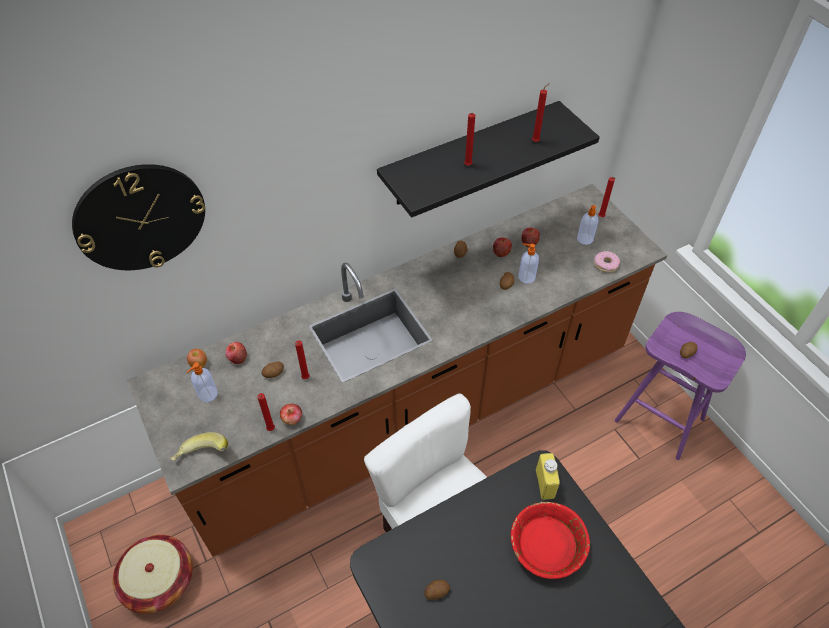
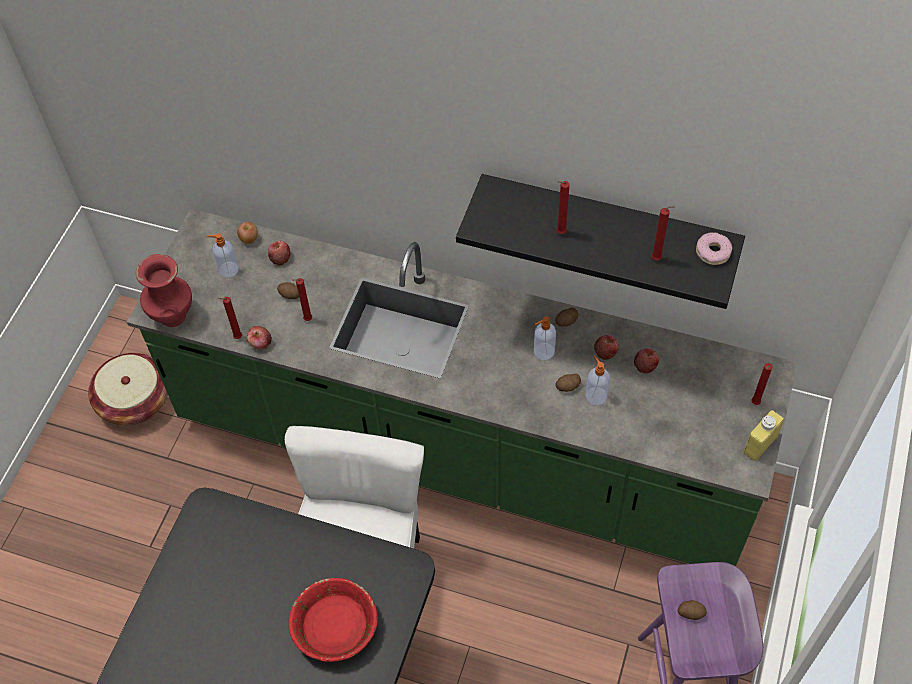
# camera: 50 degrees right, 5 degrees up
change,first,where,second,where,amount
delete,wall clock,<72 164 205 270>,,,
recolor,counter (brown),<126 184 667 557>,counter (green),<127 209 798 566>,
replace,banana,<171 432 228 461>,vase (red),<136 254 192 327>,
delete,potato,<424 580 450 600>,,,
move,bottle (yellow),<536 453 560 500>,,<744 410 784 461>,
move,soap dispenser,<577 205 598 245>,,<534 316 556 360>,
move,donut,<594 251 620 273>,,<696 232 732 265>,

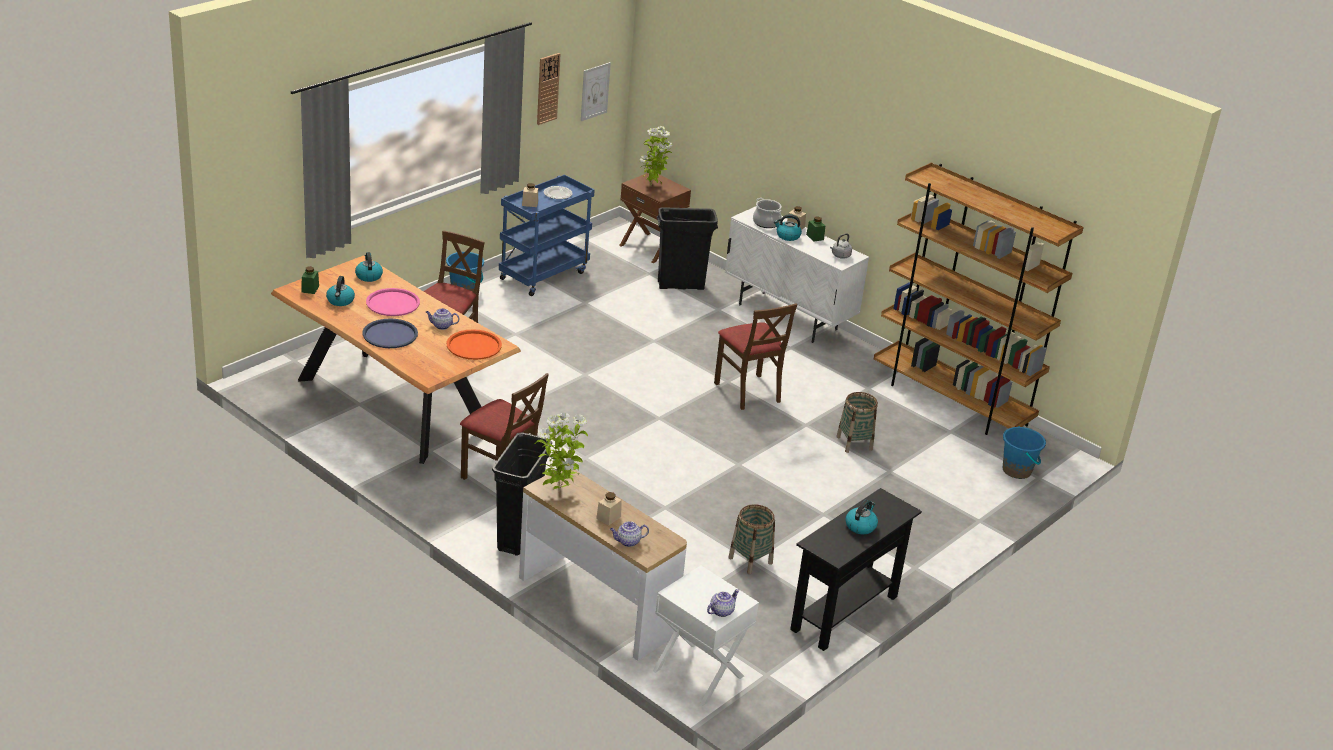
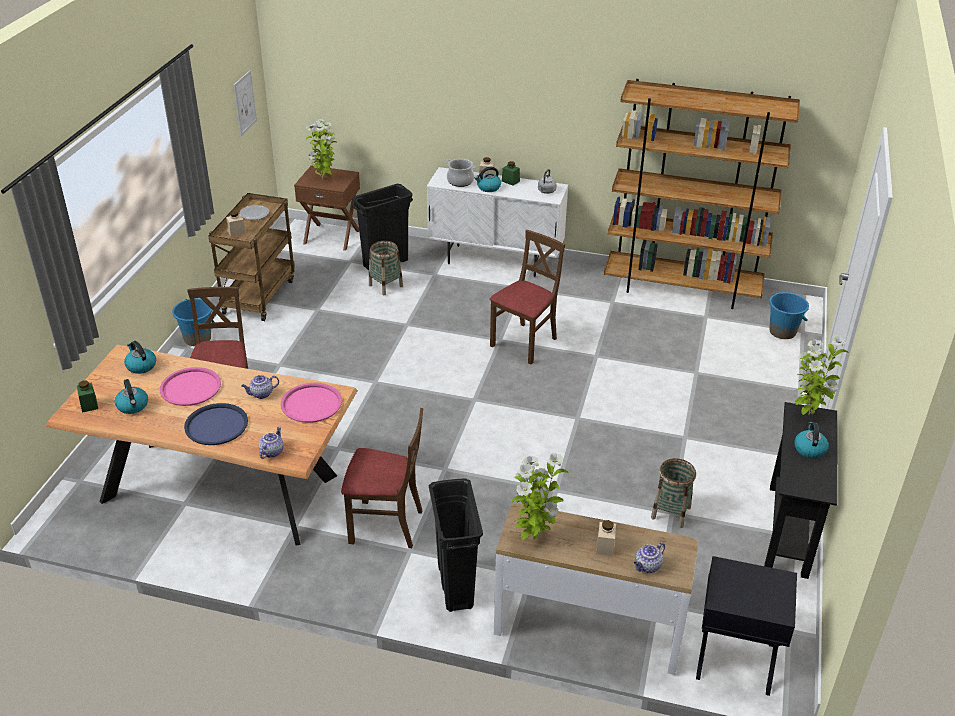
# camera: 25 degrees left, 5 degrees up
change,first,where,second,where,amount
recolor,tray (orange),<447 329 502 360>,tray (pink),<281 383 342 423>,
recolor,cart (blue),<499 174 595 296>,cart (brown),<209 193 295 321>,
delete,wall clock,<537 53 561 125>,,,
recolor,nightstand (white),<653 566 759 706>,nightstand (black),<696 556 797 696>,
move,teapot,<707 589 739 617>,,<259 426 284 459>,
rotate,chair (brown),<714 303 797 410>,,<489 230 565 365>,90 degrees counterclockwise
move,basket,<836 392 878 453>,,<369 241 403 295>,
insert,,,potted plant,<795 336 849 415>,

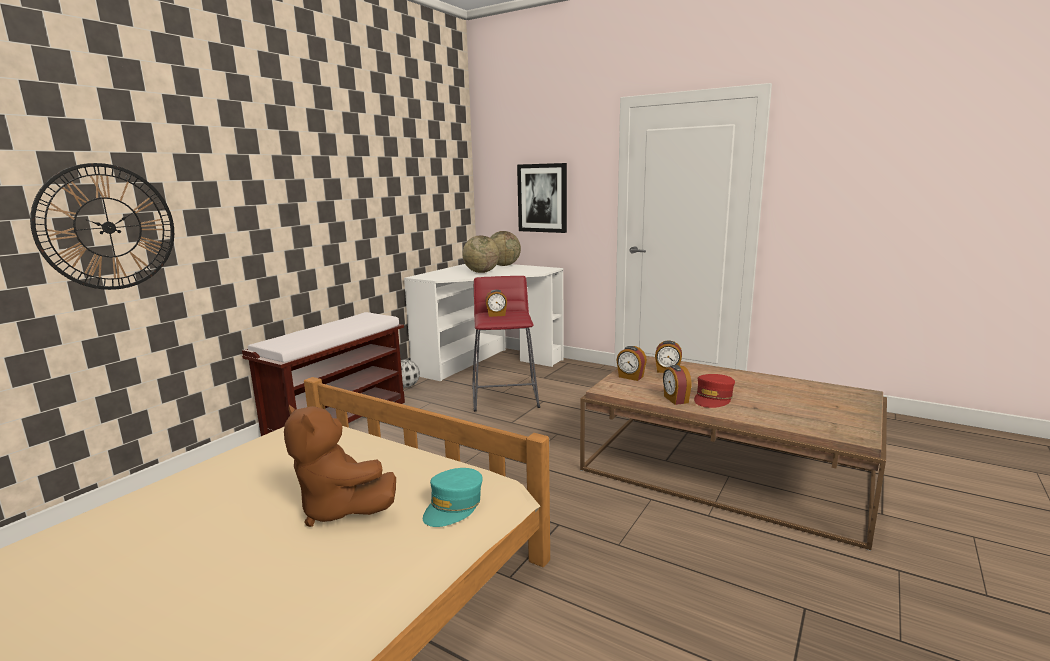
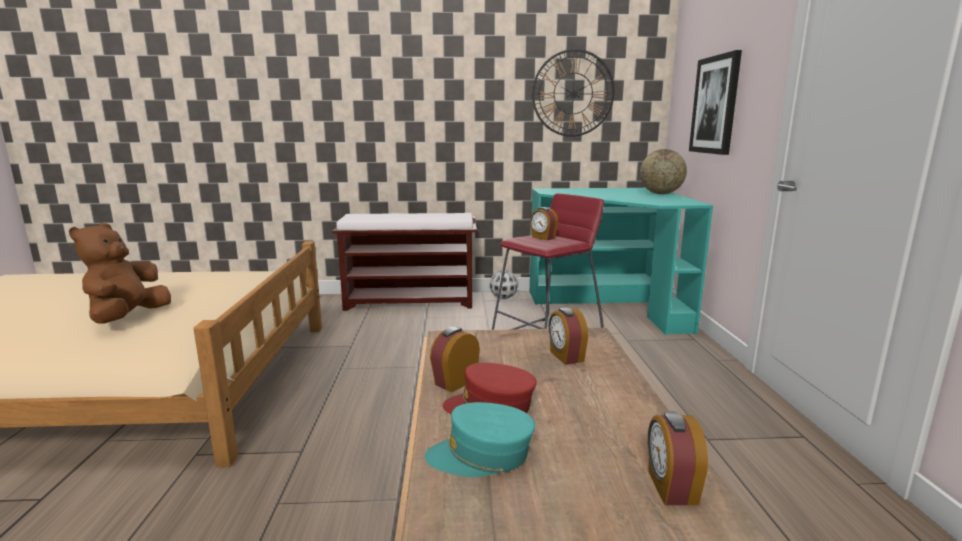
# camera: 55 degrees right, 0 degrees up
change,first,where,second,where,amount
move,wall clock,<30 163 174 290>,,<532 49 614 137>,
recolor,desk (white),<404 264 564 381>,desk (turquoise),<530 188 713 335>,
move,cap (turquoise),<423 468 483 527>,,<425 402 535 477>,
delete,globe,<462 235 500 273>,,,
move,alarm clock,<616 346 647 381>,,<648 411 708 505>,

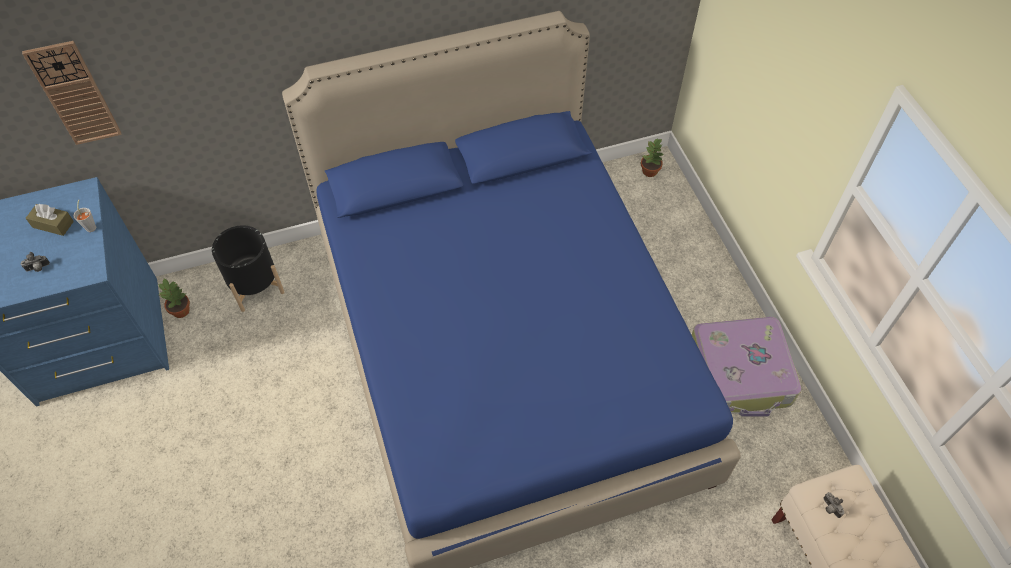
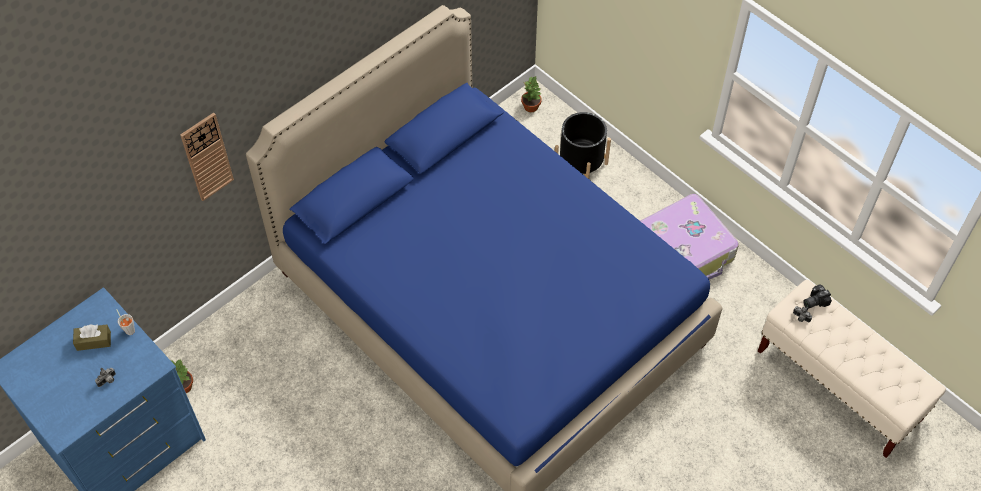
# camera: 25 degrees left, 0 degrees up
change,first,where,second,where,amount
move,wall clock,<22 41 121 145>,,<180 113 234 201>,
move,planter (black),<212 225 285 312>,,<555 112 611 179>,
insert,,,photo camera,<803 285 832 309>,

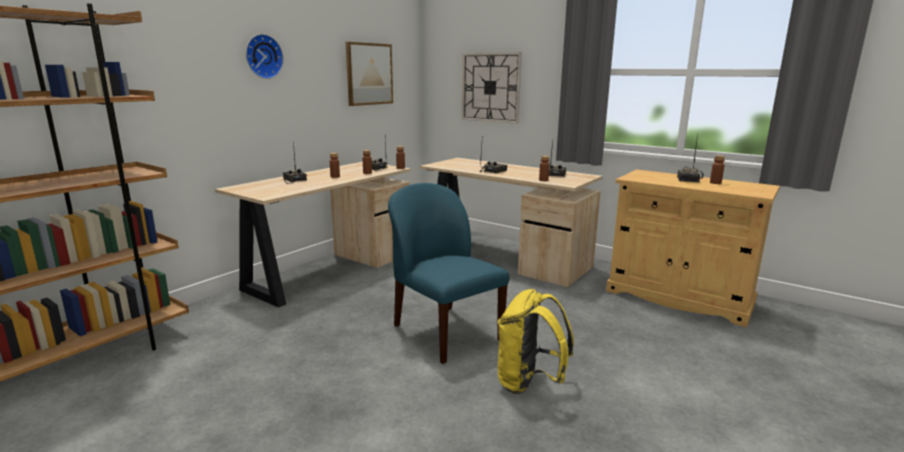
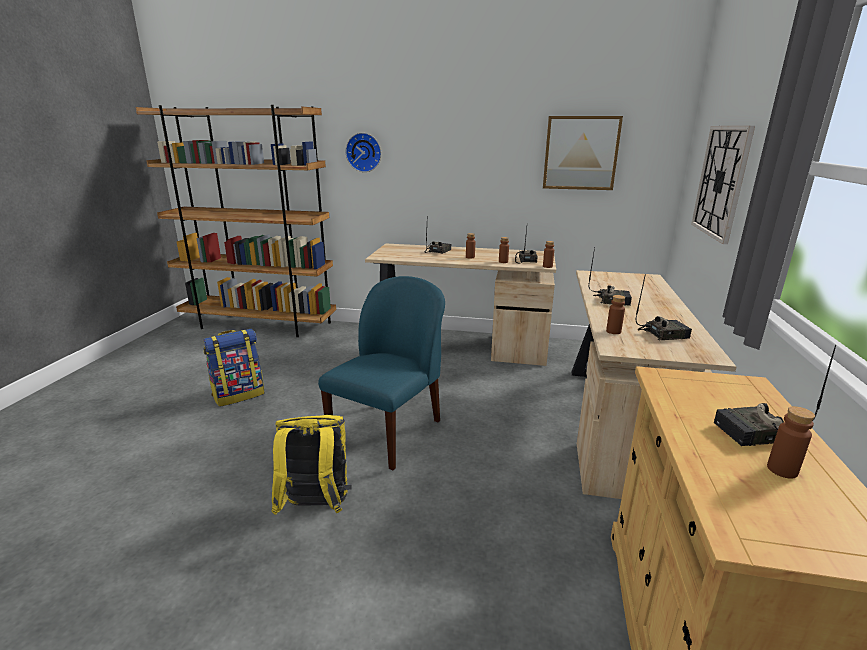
# camera: 65 degrees right, 5 degrees up
change,first,where,second,where,amount
move,wall clock,<246 34 284 79>,,<345 133 381 172>,
insert,,,backpack,<203 329 265 407>,

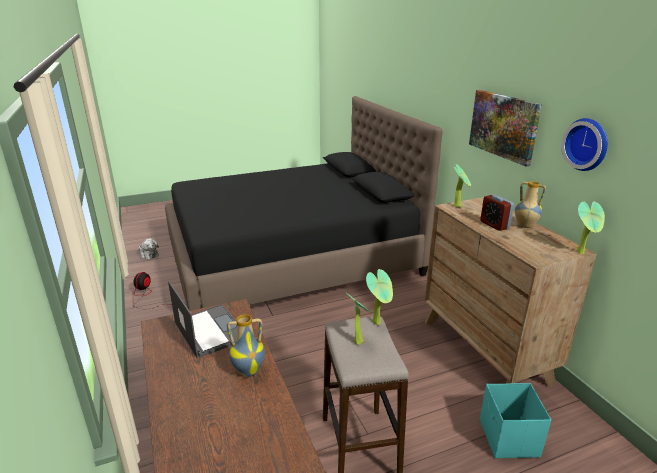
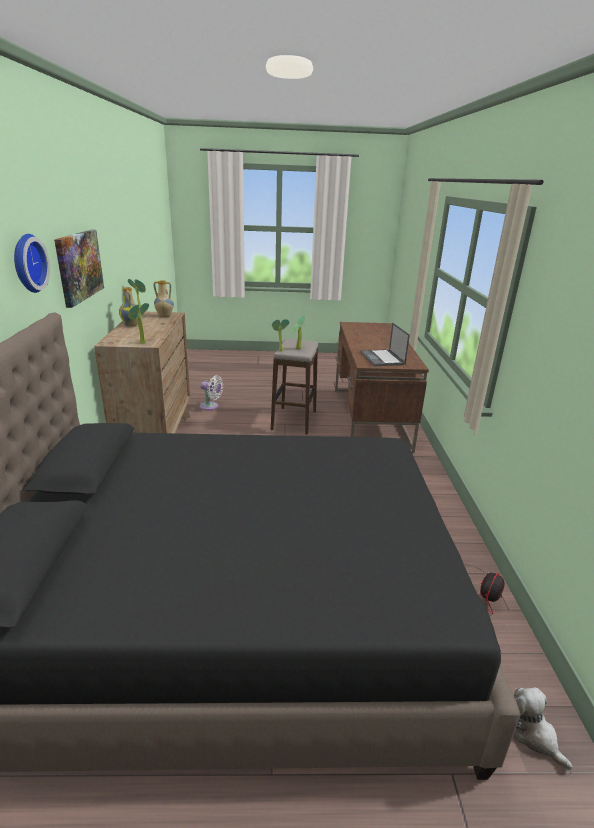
# camera: 160 degrees left, 0 degrees up
change,first,where,second,where,amount
move,vase,<227 314 265 377>,,<153 280 174 317>,
delete,alarm clock,<480 194 514 231>,,,
replace,storage box (turquoise),<480 383 551 458>,fan (white),<200 375 223 410>,
move,wall clock,<561 118 608 171>,,<14 234 50 293>,

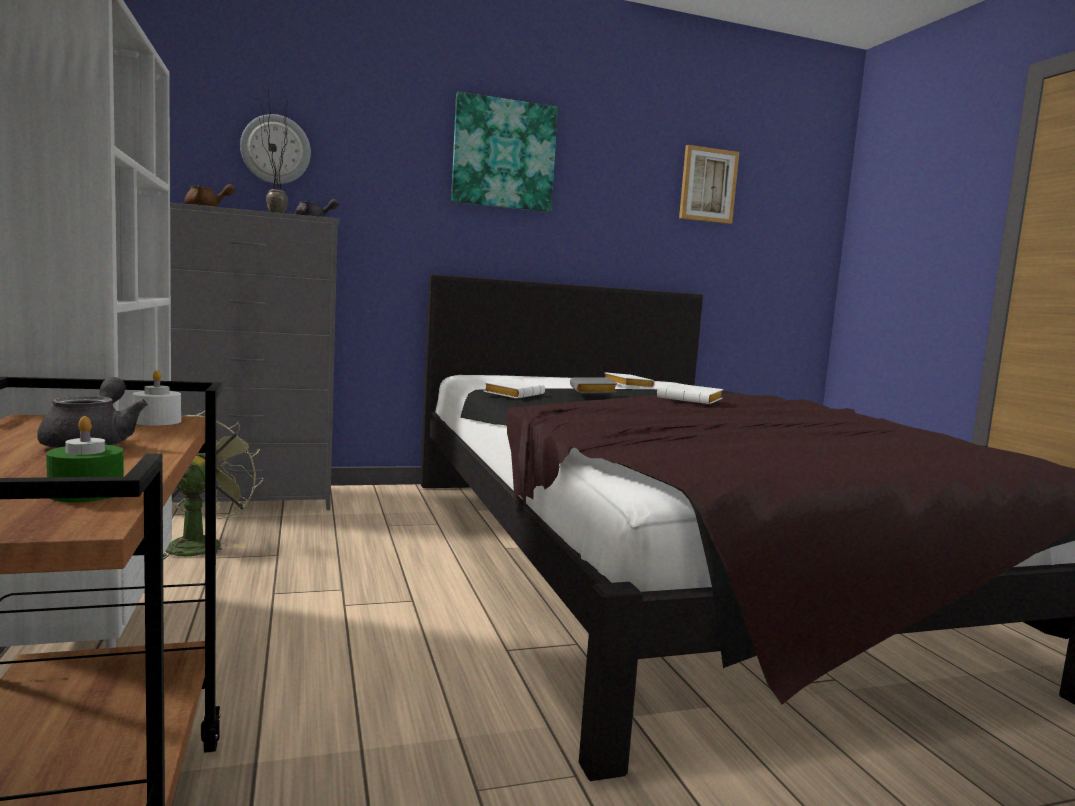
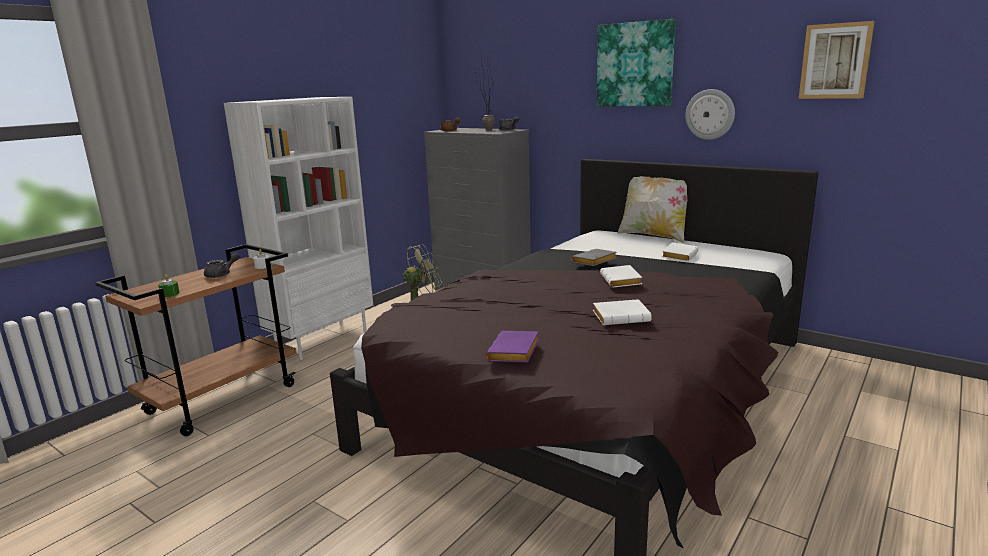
# camera: 55 degrees right, 10 degrees up
change,first,where,second,where,amount
move,wall clock,<240 114 311 184>,,<685 89 735 140>,
move,book (white),<483 379 545 398>,,<593 299 652 325>,
insert,,,book (purple),<486 331 539 363>,
insert,,,pillow,<617 176 688 243>,

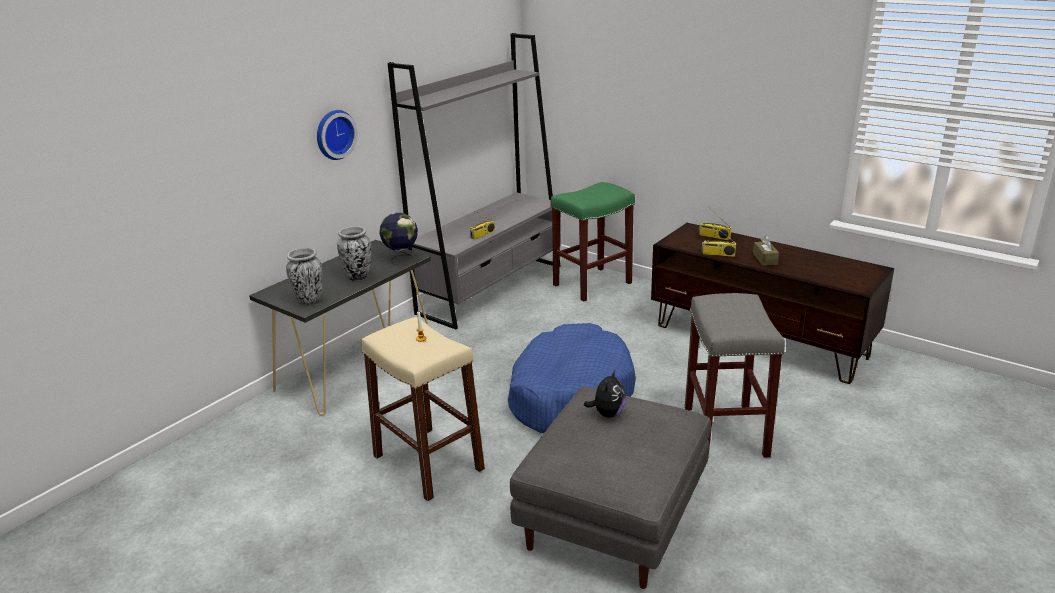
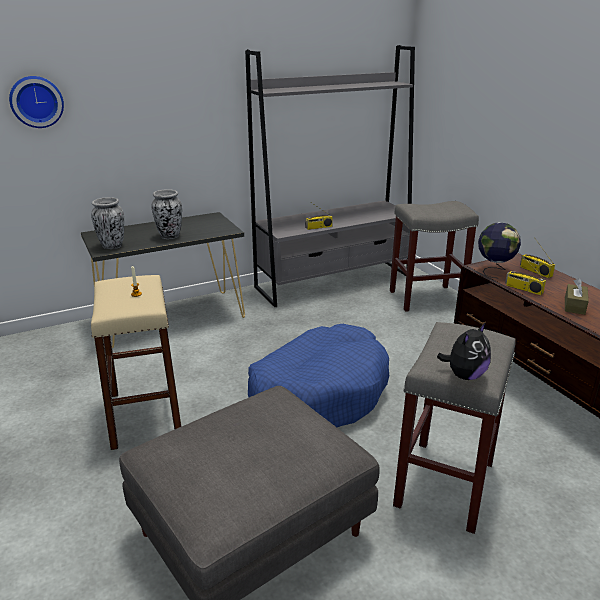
# camera: 25 degrees right, 0 degrees up
change,first,where,second,where,amount
move,wall clock,<317 110 358 160>,,<9 76 64 128>,
move,globe,<379 213 418 265>,,<478 223 521 278>,
recolor,stool (green),<551 182 635 301>,stool (grey),<390 201 479 312>,
move,plush toy,<584 370 626 418>,,<437 322 491 380>,

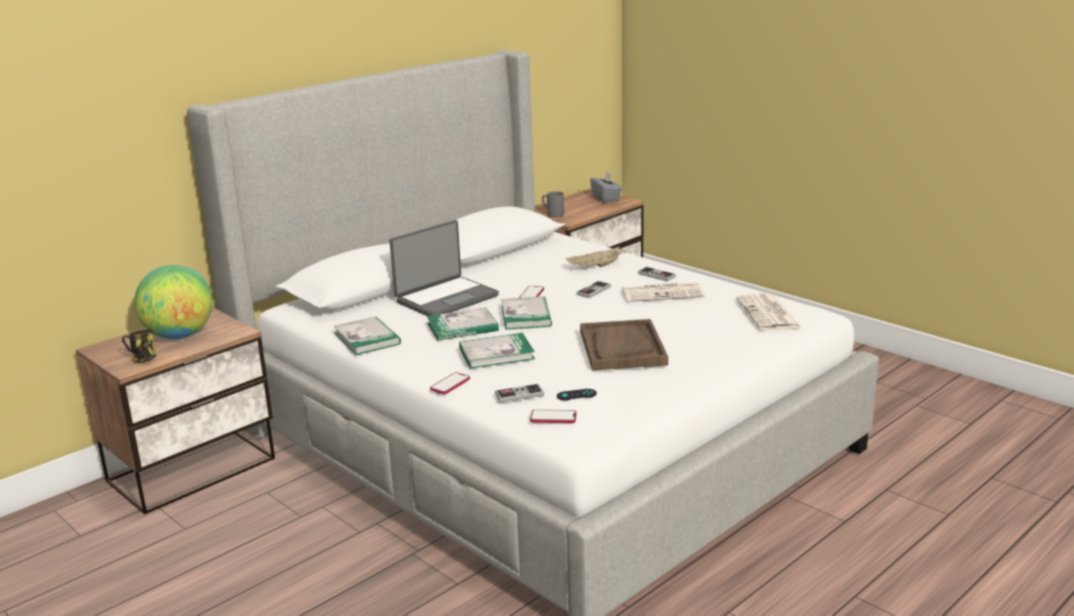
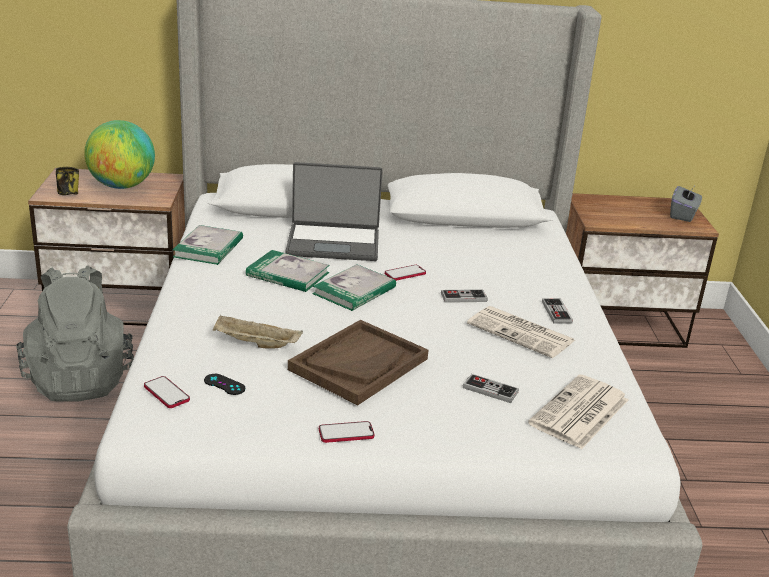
# camera: 40 degrees right, 5 degrees up
change,first,where,second,where,amount
move,phone,<430 372 470 394>,,<319 421 374 443>,
delete,book,<459 333 535 369>,,,
move,game controller,<495 384 544 403>,,<463 374 519 403>,
delete,mug (grey),<542 191 564 218>,,,
move,tray (beige),<565 246 626 267>,,<213 315 303 348>,
insert,,,backpack (grey),<16 266 134 401>,

